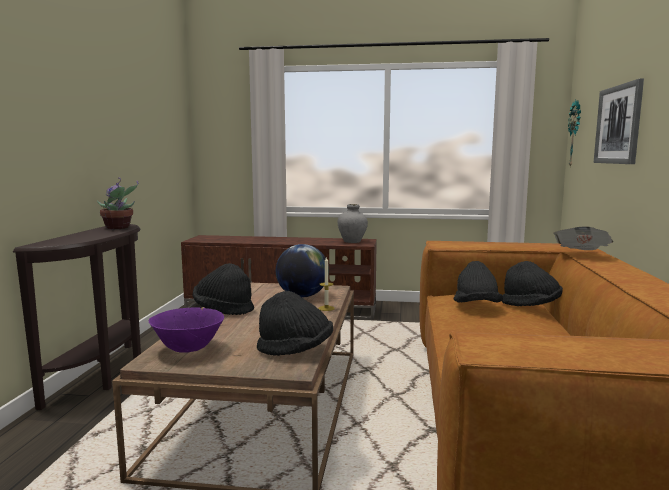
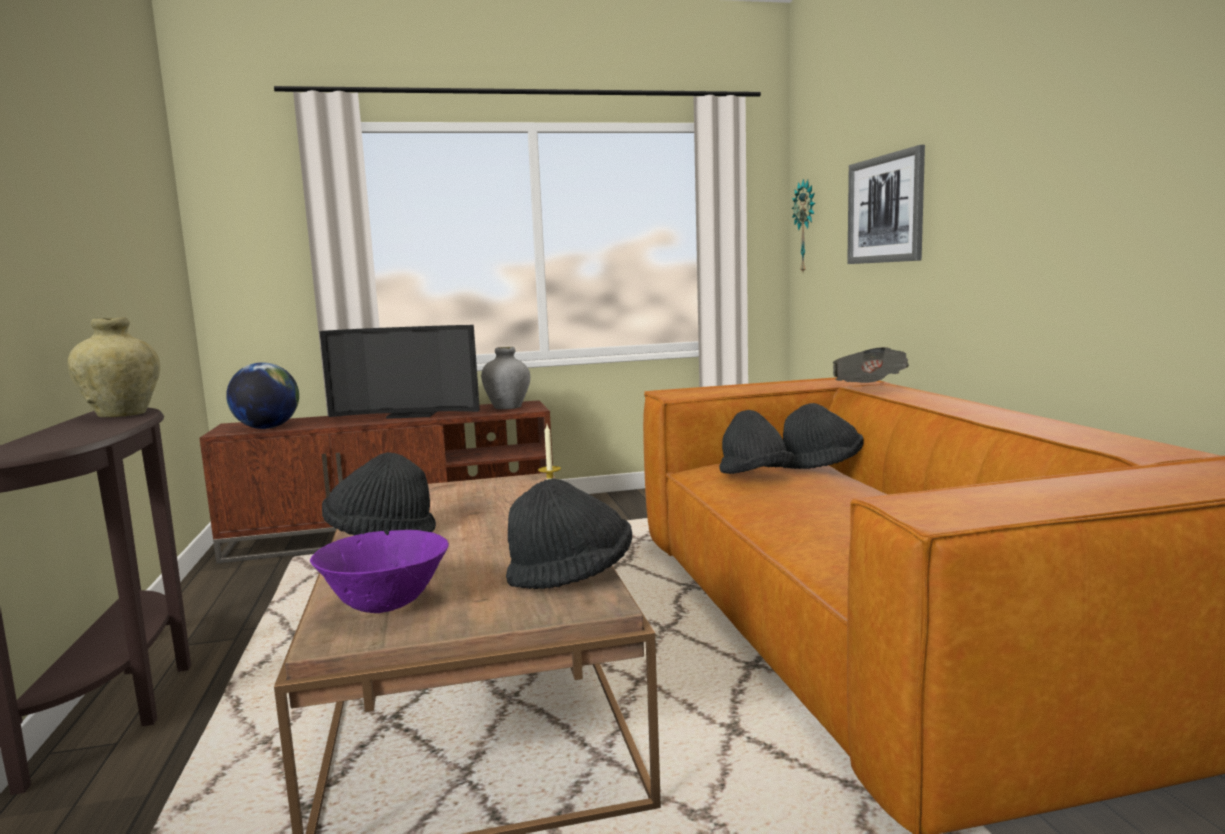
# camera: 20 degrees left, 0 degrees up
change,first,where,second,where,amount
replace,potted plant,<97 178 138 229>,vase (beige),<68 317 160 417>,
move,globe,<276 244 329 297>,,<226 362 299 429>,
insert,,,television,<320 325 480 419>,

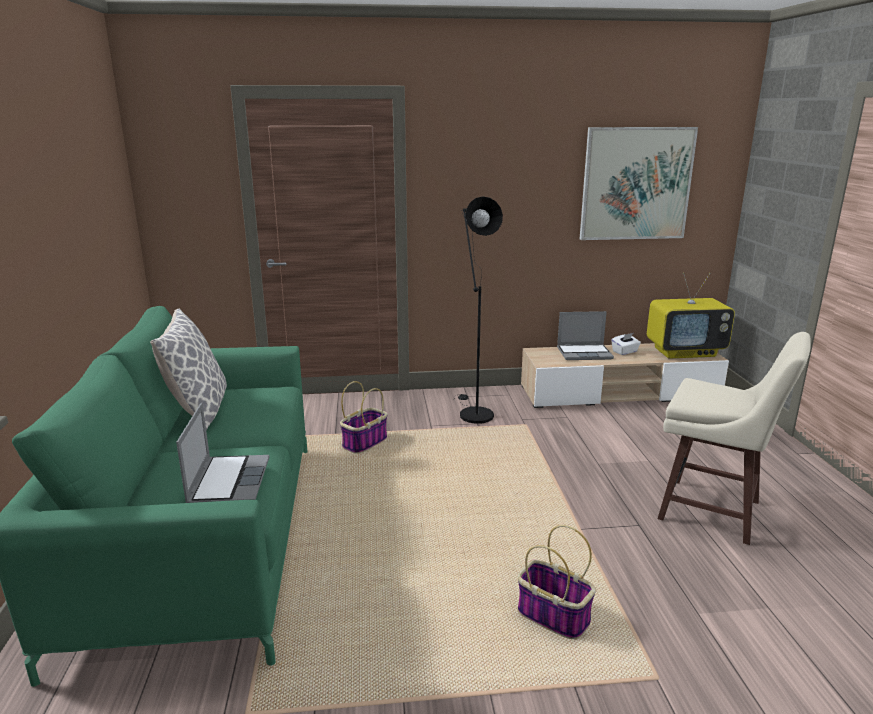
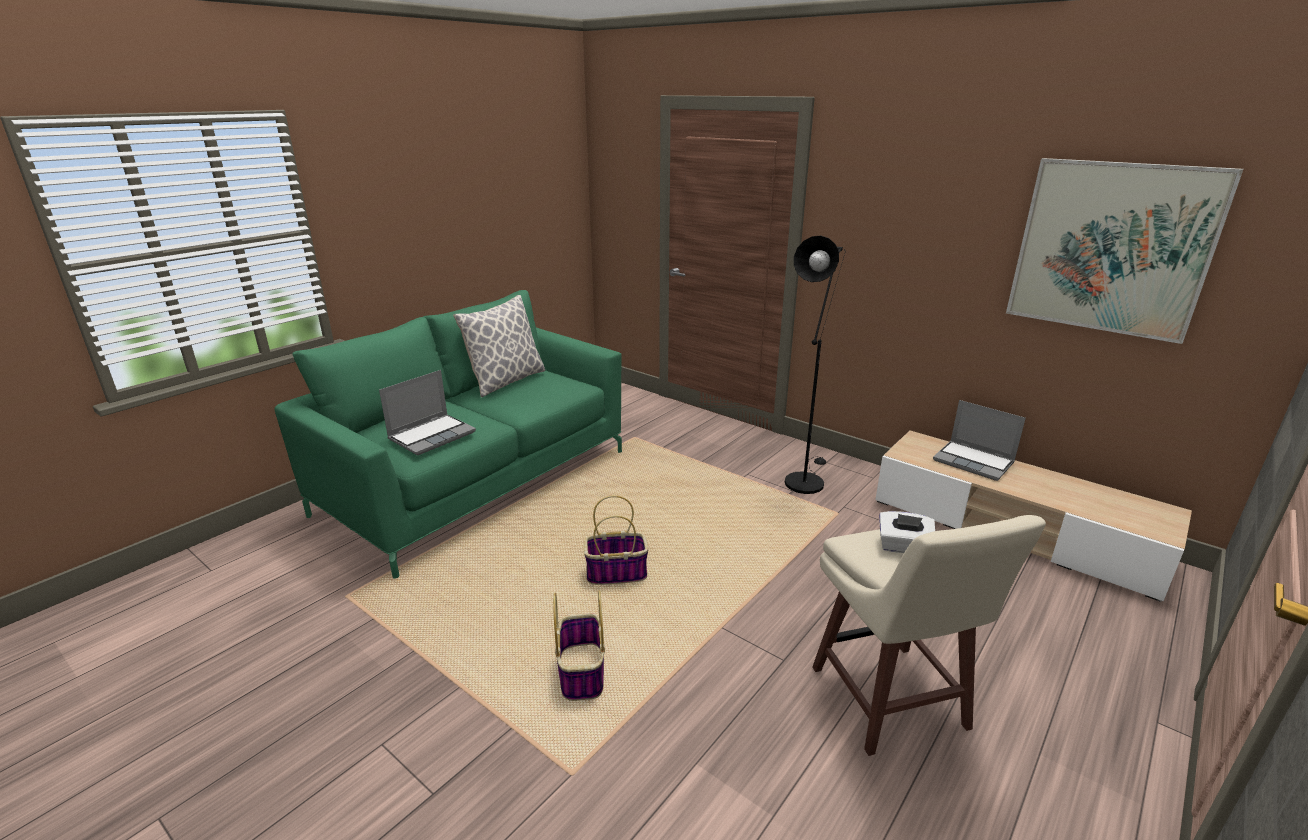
# camera: 45 degrees right, 5 degrees up
change,first,where,second,where,amount
move,basket,<340 381 388 454>,,<584 495 649 585>,
move,tissue box (white),<611 333 641 355>,,<879 511 935 553>,
delete,television,<647 273 735 359>,,,

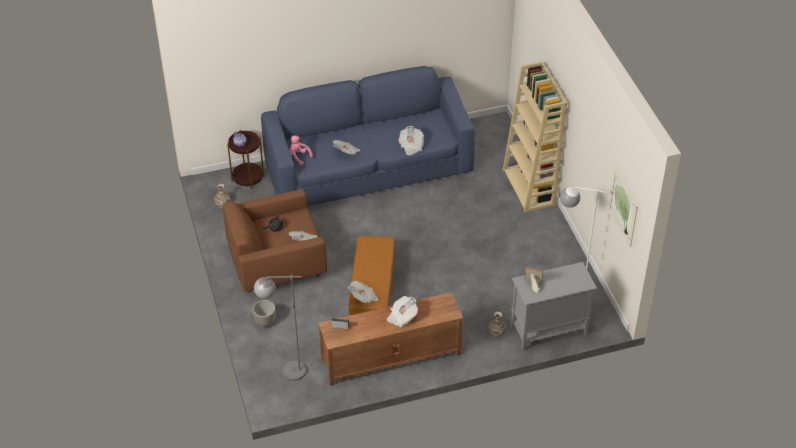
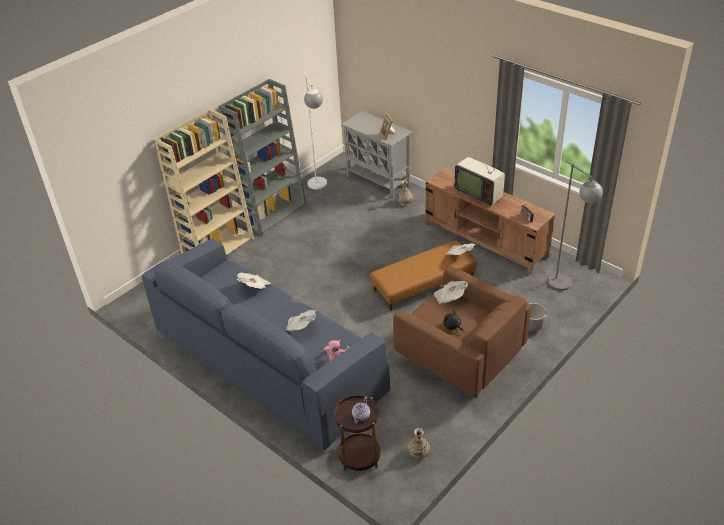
# camera: 120 degrees left, 5 degrees down
change,first,where,second,where,amount
replace,newspaper,<387 296 418 327>,television,<454 148 505 206>,
delete,picture,<608 169 638 247>,,,
insert,,,bookcase (grey),<219 79 306 235>,

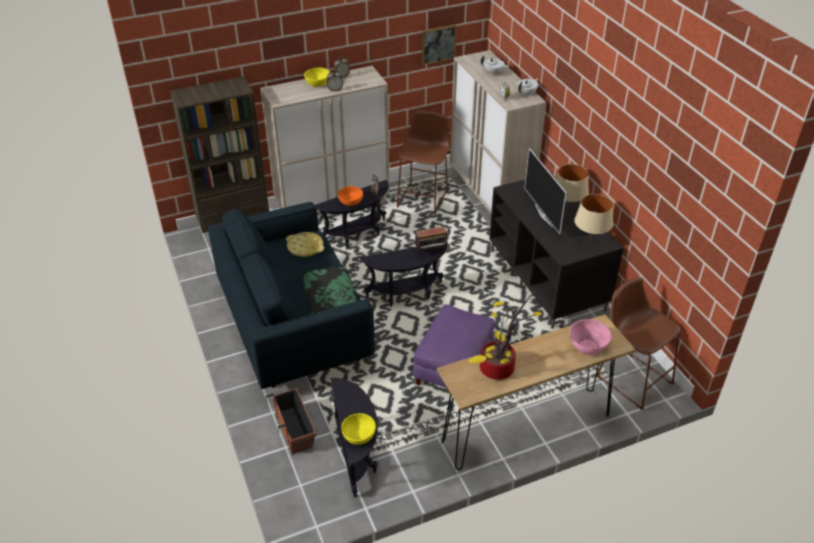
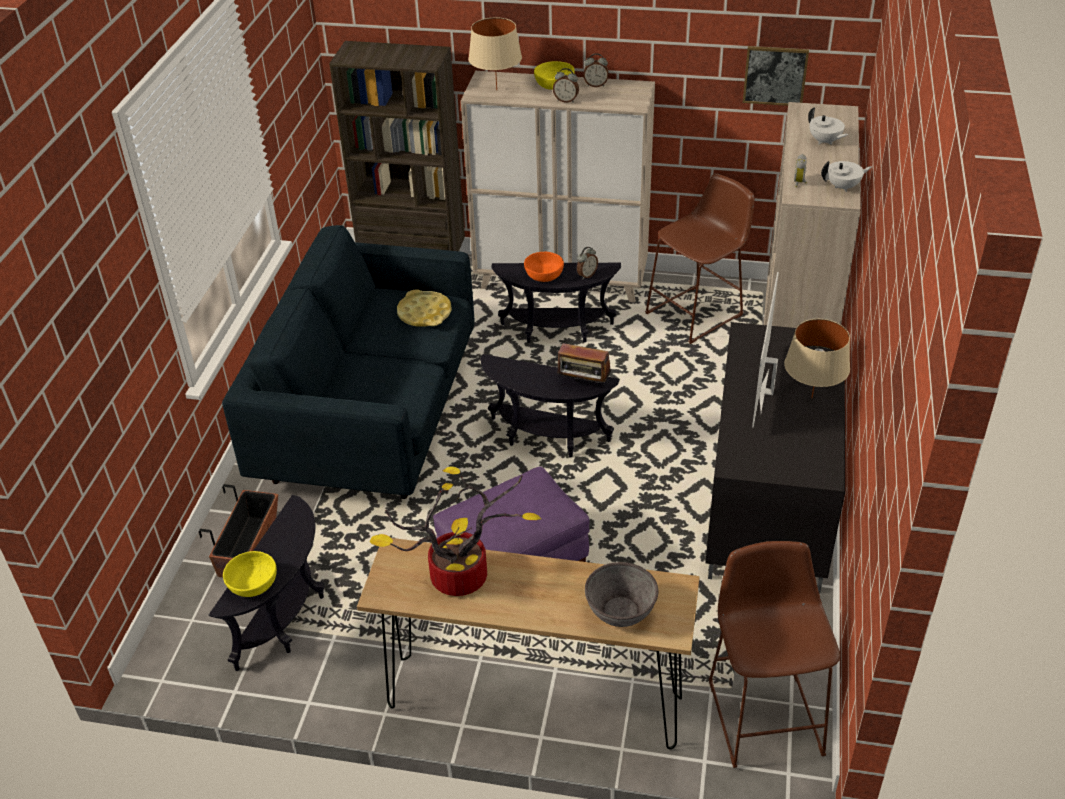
# camera: 35 degrees right, 0 degrees up
change,first,where,second,where,amount
delete,pillow,<302 267 357 314>,,,
recolor,bowl (pink),<569 319 612 355>,bowl (grey),<585 562 658 627>,
move,table lamp (beige),<575 194 613 242>,,<468 17 522 91>,

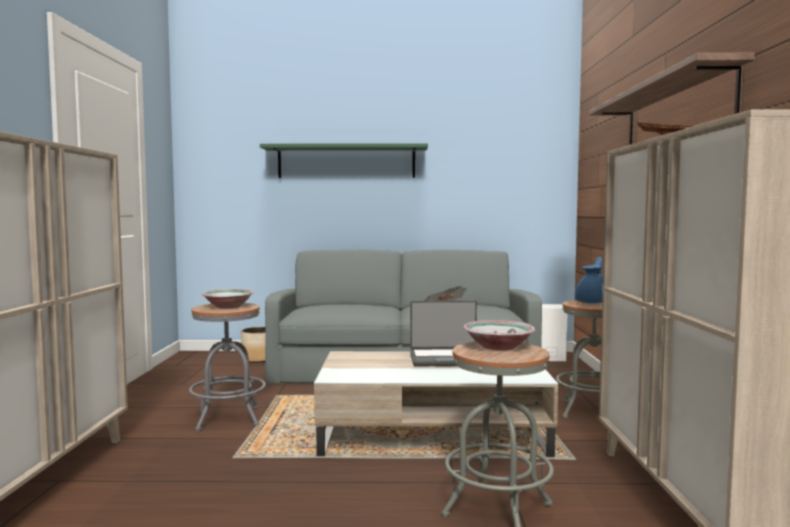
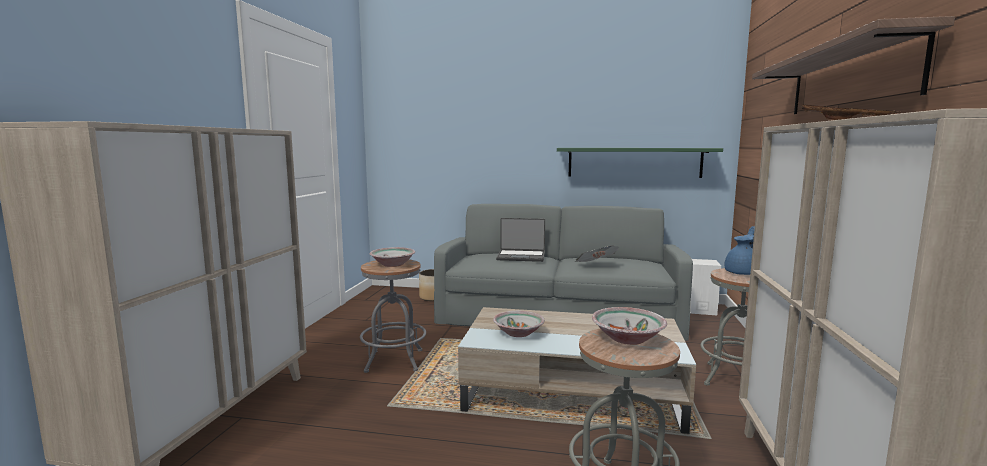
# camera: 10 degrees right, 5 degrees up
change,first,where,second,where,amount
move,shelf (green),<260 143 428 178>,,<557 148 723 178>,
move,laptop,<410 300 477 367>,,<496 218 545 262>,
insert,,,bowl,<493 311 545 337>,

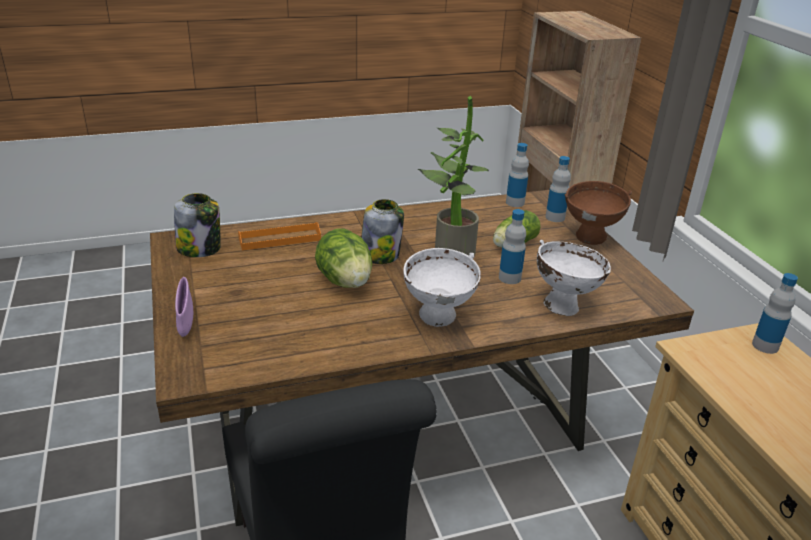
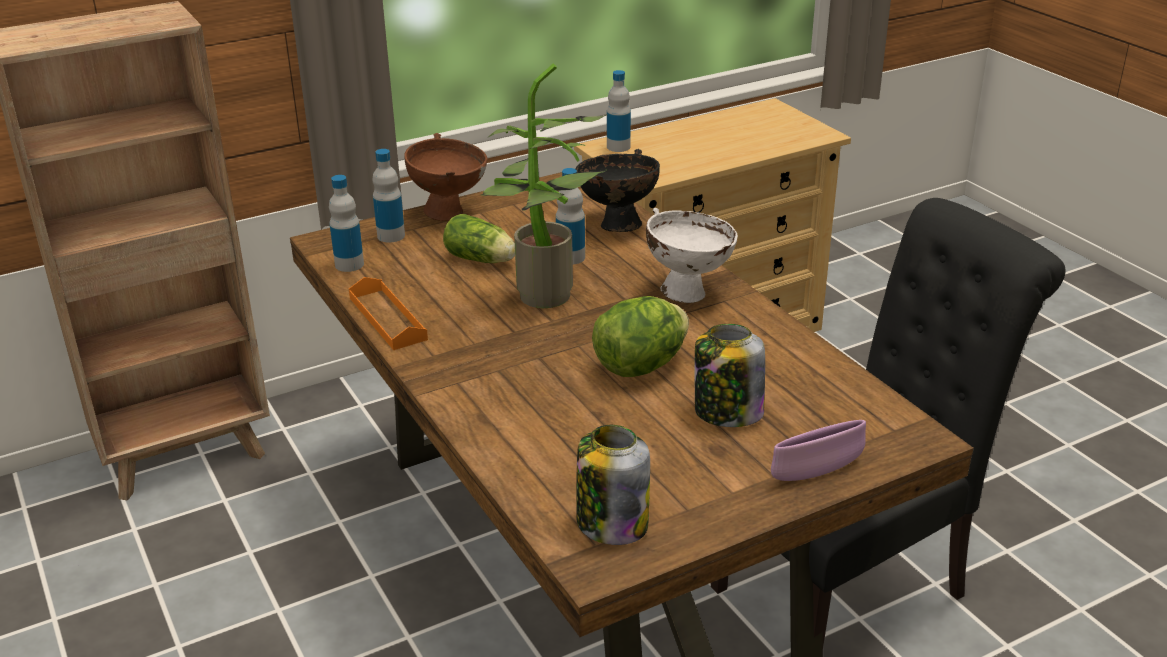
# camera: 100 degrees left, 0 degrees up
change,first,where,second,where,amount
move,tray (orange),<238 222 321 250>,,<349 277 428 350>,
move,jar,<361 199 404 264>,,<695 324 765 427>,
recolor,bowl (white),<537 240 611 316>,bowl (black),<575 149 660 232>,

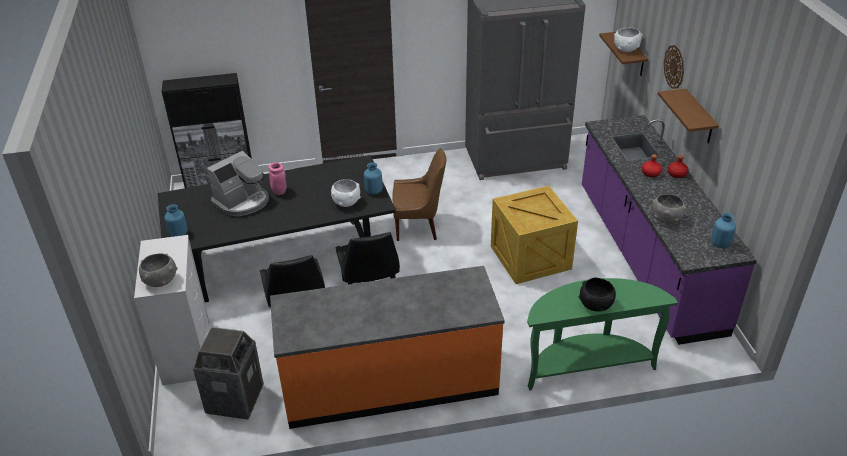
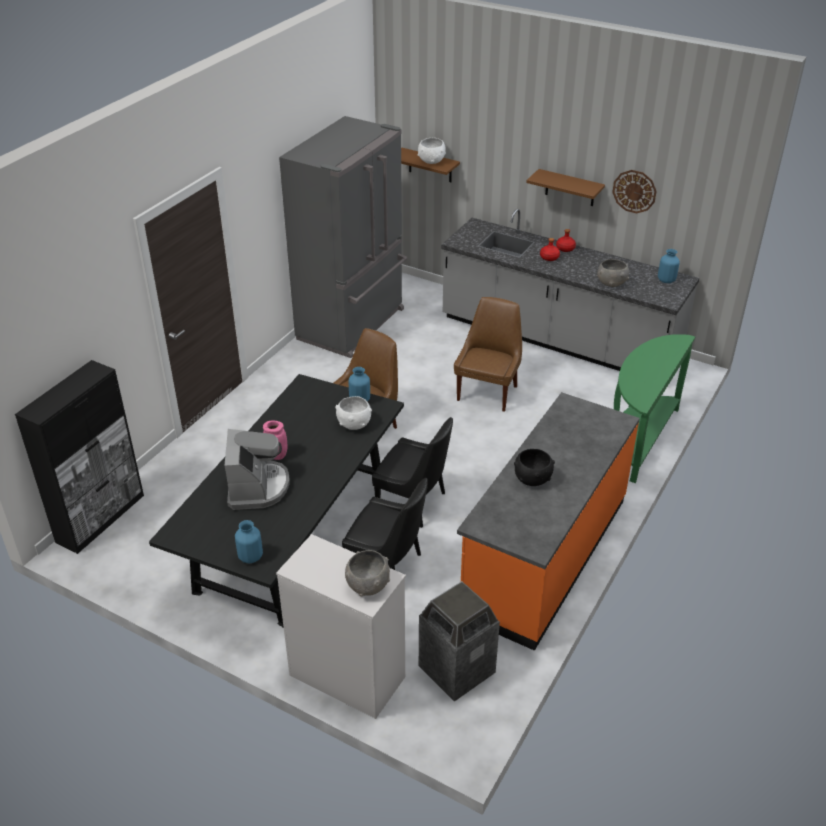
# camera: 50 degrees left, 0 degrees up
change,first,where,second,where,amount
replace,crate,<491 186 578 284>,chair (brown),<454 297 522 412>,
move,bowl (black),<579 278 616 312>,,<514 449 555 486>,
recolor,counter (purple),<582 115 757 345>,counter (grey),<441 209 699 371>,
move,wall clock,<664 45 684 89>,,<612 170 657 213>,

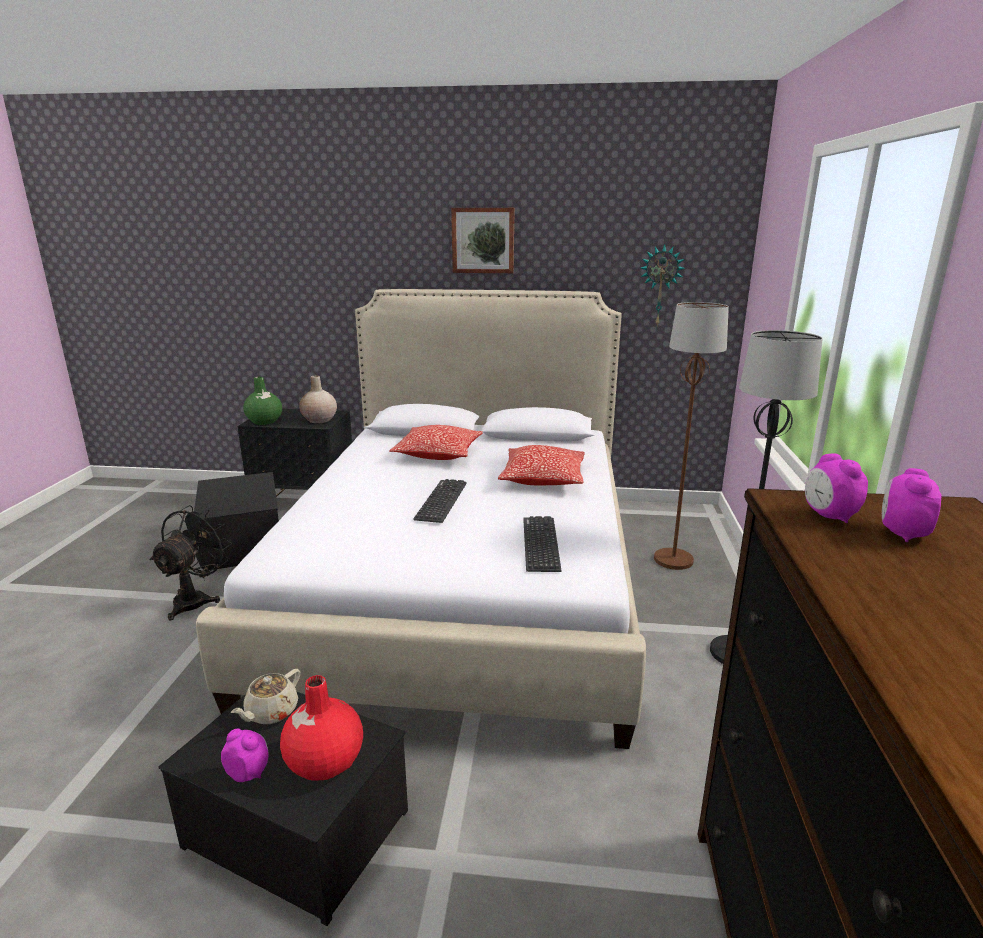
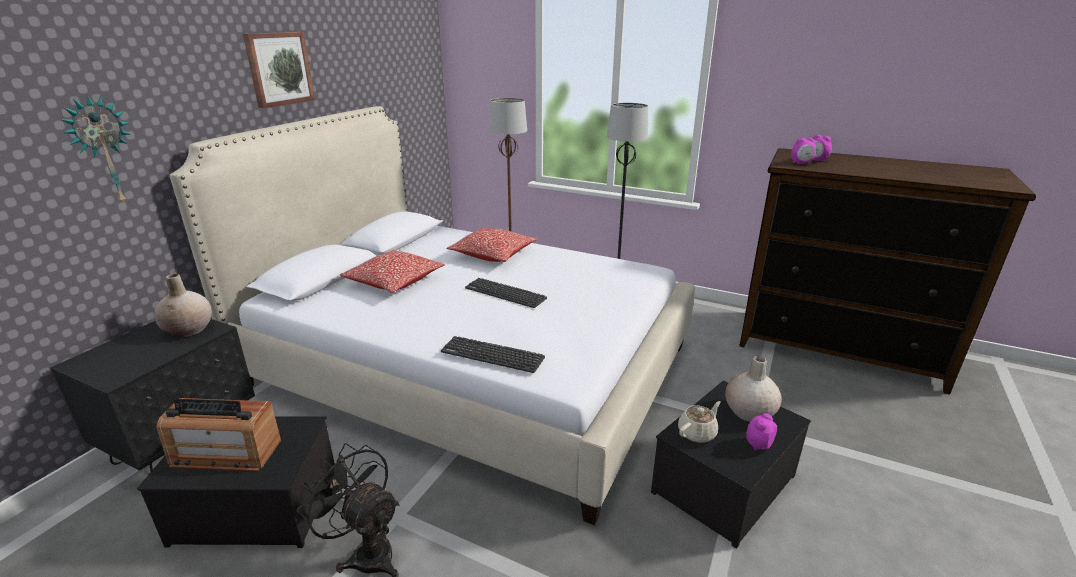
# camera: 70 degrees left, 5 degrees up
change,first,where,second,where,amount
rotate,teapot (beige),<231 669 300 724>,,<678 401 721 443>,90 degrees counterclockwise
delete,vase (green),<243 377 282 425>,,,
recolor,vase (red),<280 675 363 781>,vase (beige),<725 356 781 422>,
move,keyboard,<523 516 561 572>,,<441 336 545 373>,
move,wall clock,<641 244 685 326>,,<60 95 131 206>,
insert,,,radio,<157 398 281 472>,

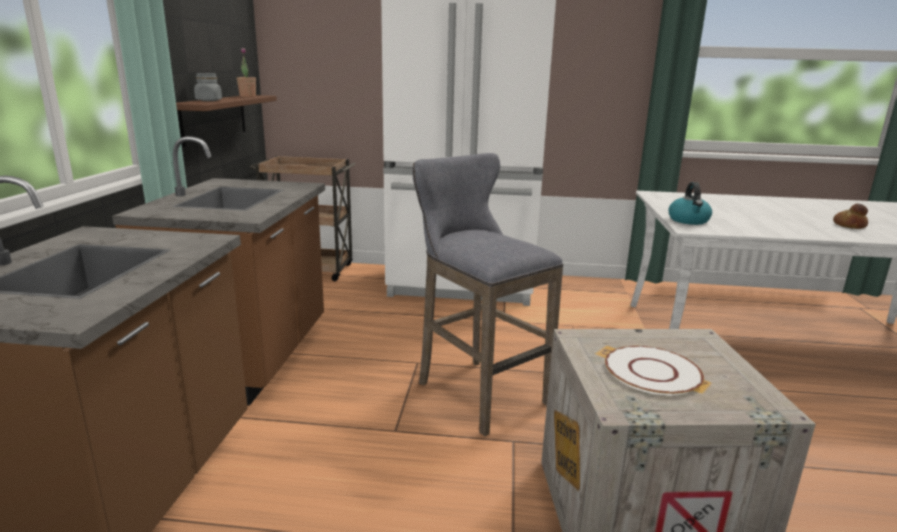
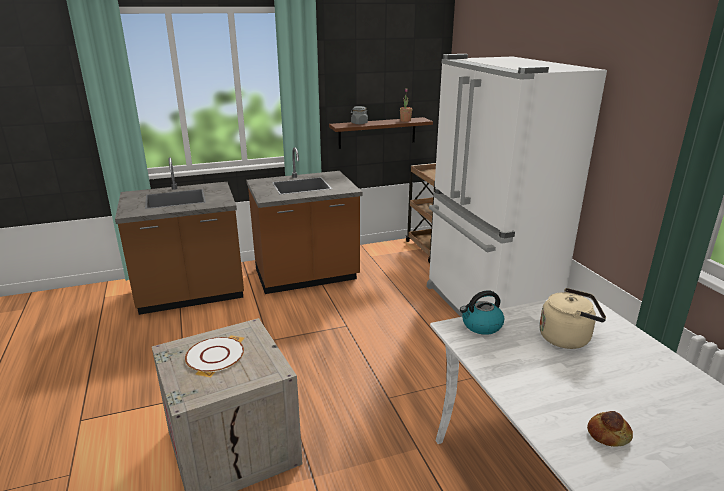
# camera: 65 degrees right, 5 degrees up
change,first,where,second,where,amount
delete,stool (grey),<413 153 563 436>,,,
insert,,,kettle (beige),<539 288 606 349>,

